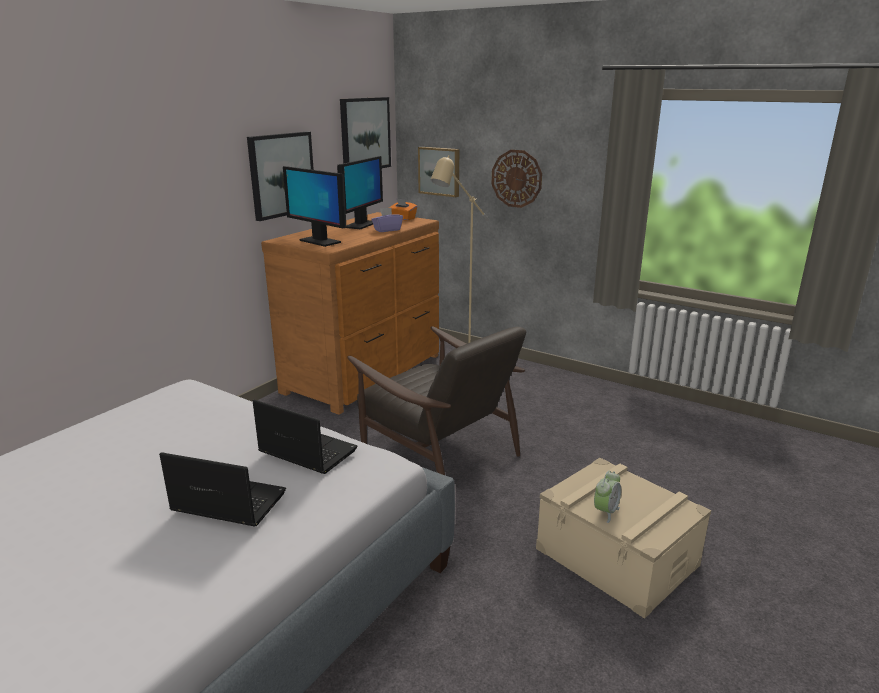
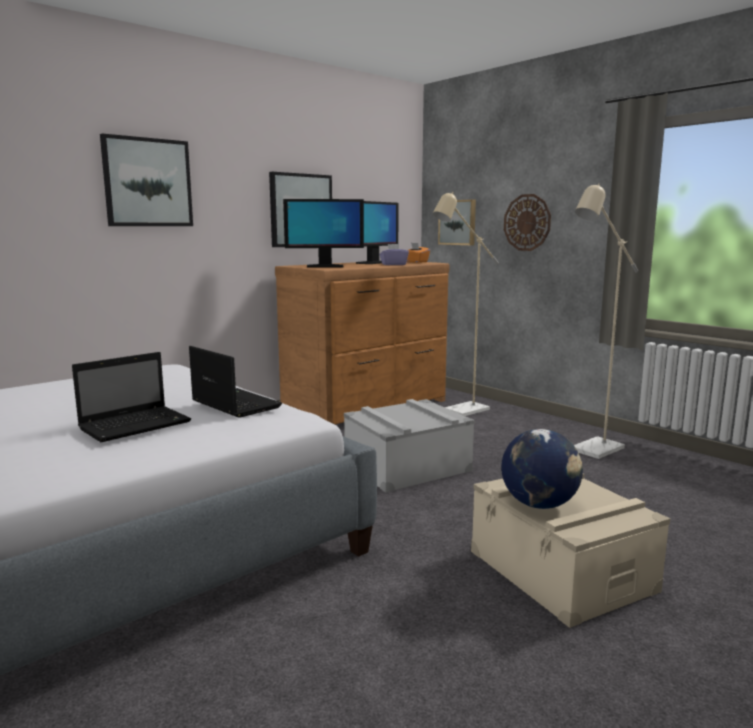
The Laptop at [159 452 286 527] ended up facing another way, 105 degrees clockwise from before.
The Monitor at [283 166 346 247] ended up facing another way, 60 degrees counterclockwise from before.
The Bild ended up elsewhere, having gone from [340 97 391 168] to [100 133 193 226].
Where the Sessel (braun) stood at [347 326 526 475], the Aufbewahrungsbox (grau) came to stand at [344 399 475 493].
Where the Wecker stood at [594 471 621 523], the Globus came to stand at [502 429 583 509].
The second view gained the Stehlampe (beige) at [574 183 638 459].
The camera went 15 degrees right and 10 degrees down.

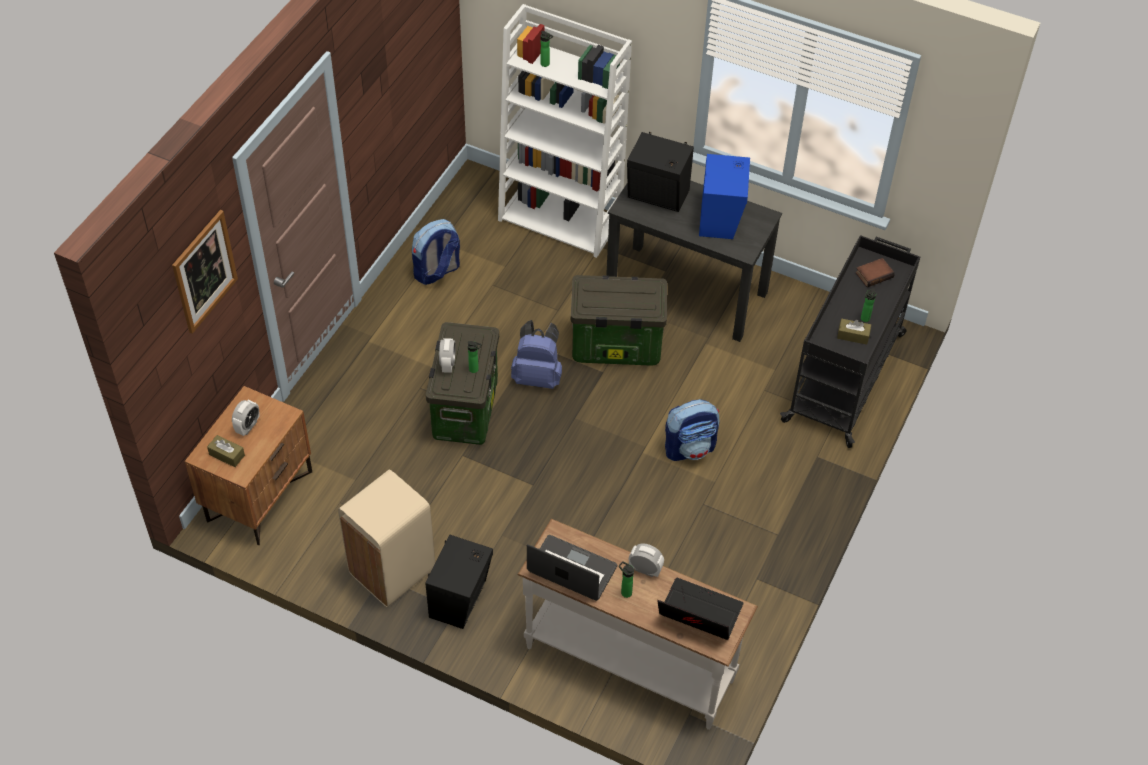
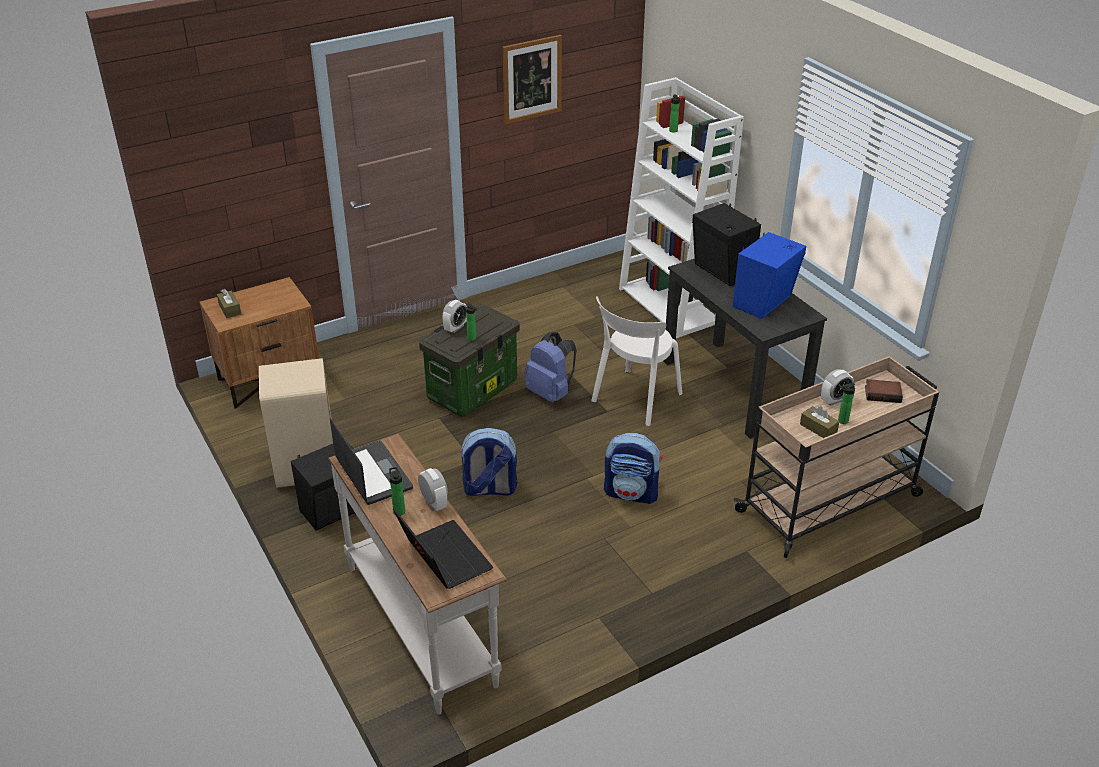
The Bild ended up elsewhere, having gone from [172 210 238 334] to [503 35 562 124].
The Wecker ended up elsewhere, having gone from [232 400 260 436] to [821 369 854 406].
The Rucksack ended up elsewhere, having gone from [412 219 460 285] to [459 428 517 496].
Where the Aufbewahrungsbox stood at [571 275 667 366], the Stuhl (weiß) came to stand at [591 296 682 426].
What was the Rollwagen (schwarz) at [780 235 920 448] turned into the Rollwagen (beige) at [734 356 939 558].
The camera went 35 degrees right and 15 degrees down.

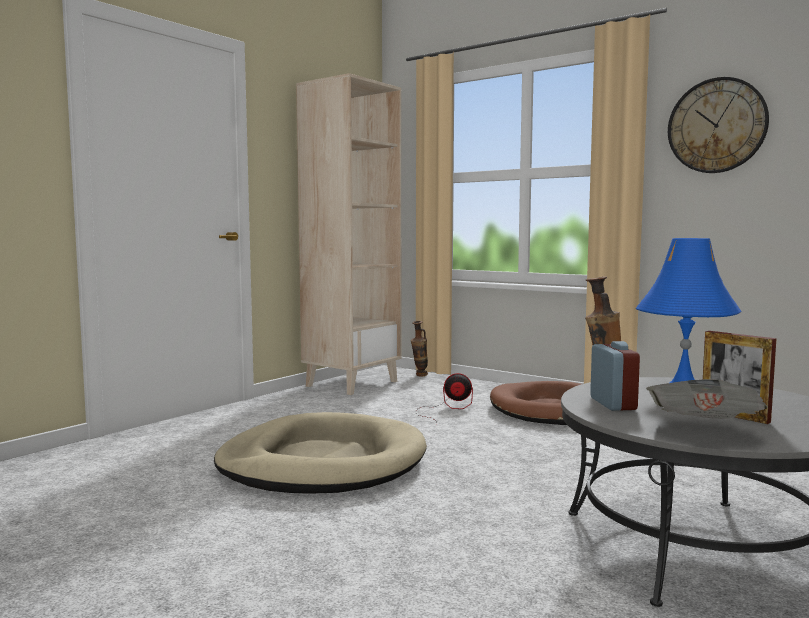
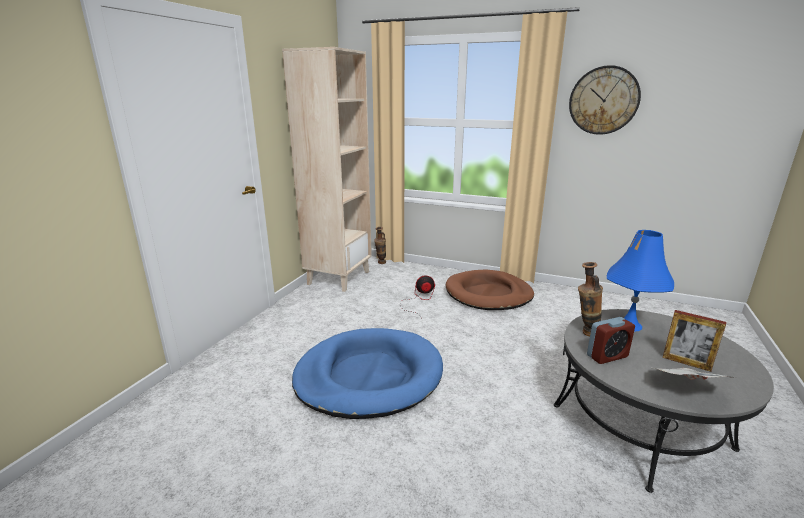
What was the Hundebett (beige) at [214 412 427 493] turned into the Hundebett (blau) at [292 328 443 419].
The Wecker at [590 341 640 411] ended up facing another way, 90 degrees clockwise from before.
The camera went 15 degrees left and 15 degrees up.

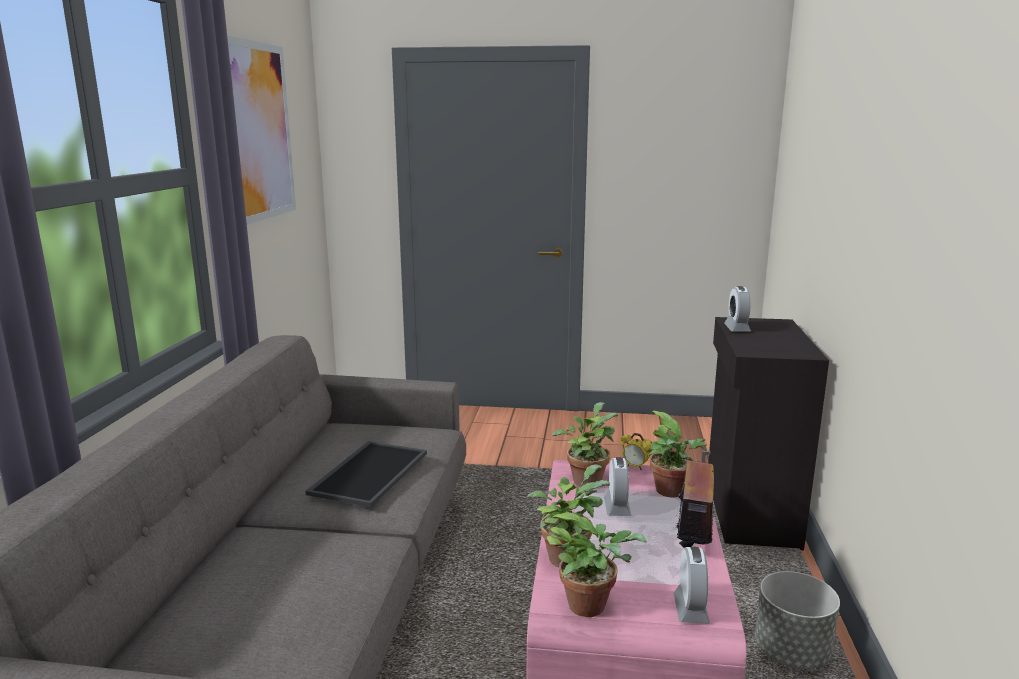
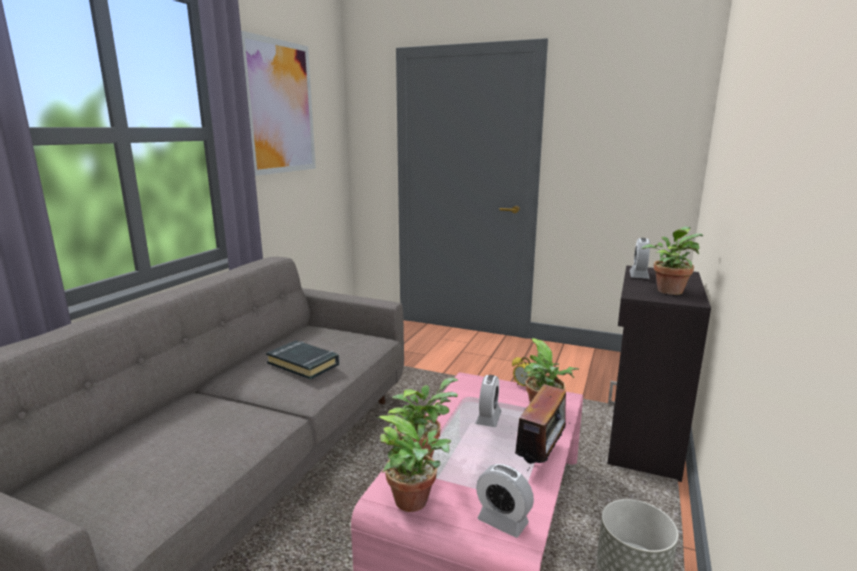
Where the Tablett stood at [305 441 427 507], the Buch (schwarz) came to stand at [266 340 339 380].
The Topfpflanze ended up elsewhere, having gone from [552 402 618 487] to [641 226 703 295].
The Wecker at [674 547 710 624] ended up facing another way, 105 degrees clockwise from before.
The camera went 15 degrees right and 0 degrees up.

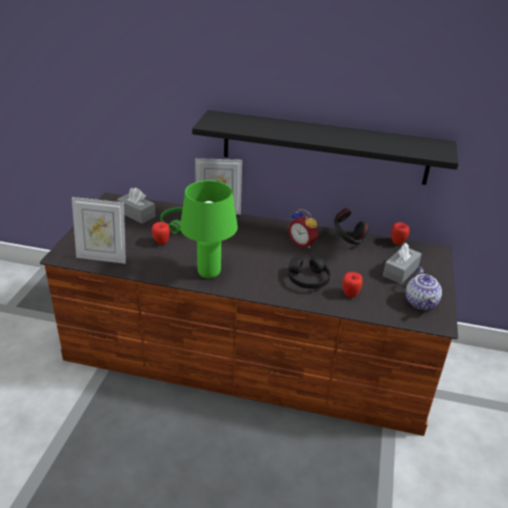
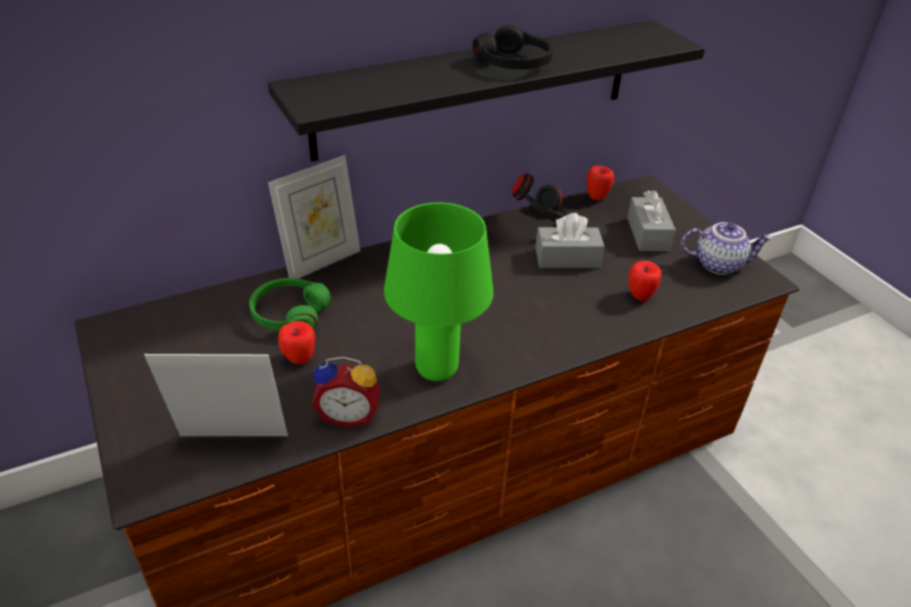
The Bilderrahmen at [72 197 126 264] ended up facing another way, 150 degrees counterclockwise from before.
The Taschentuchbox (grau) ended up elsewhere, having gone from [117 188 156 224] to [535 213 605 268].
The Wecker ended up elsewhere, having gone from [288 209 319 248] to [312 357 381 428].
The Kopfhörer (schwarz) ended up elsewhere, having gone from [289 257 330 289] to [473 25 553 69].
The Teekanne at [406 267 442 311] ended up facing another way, 45 degrees counterclockwise from before.
The camera went 40 degrees left and 5 degrees up.

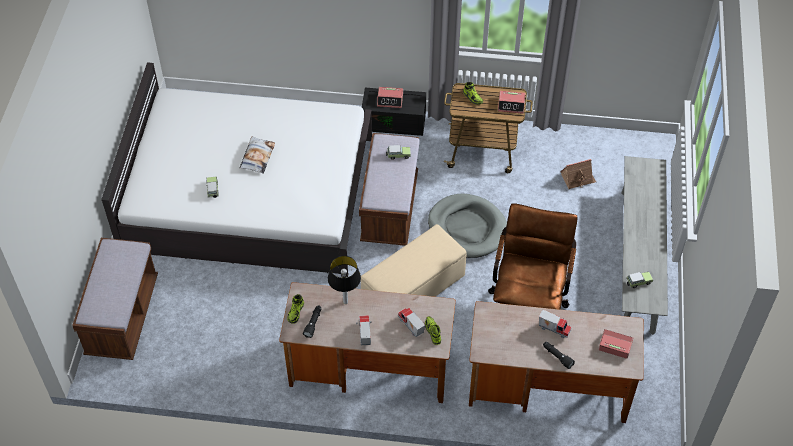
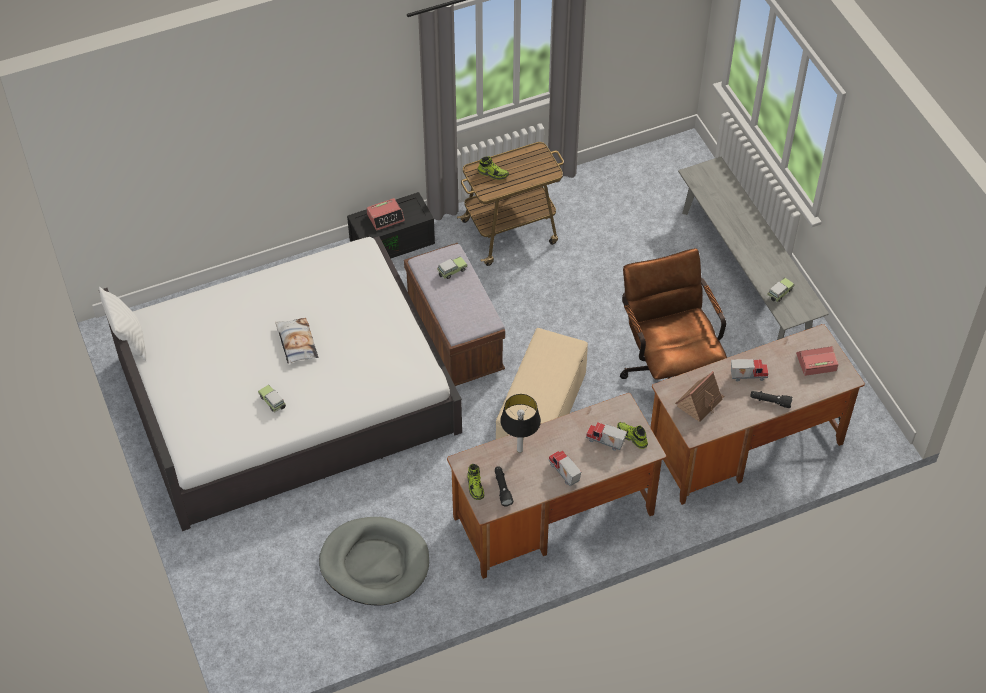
The second view lost the Bank (braun) at [72 238 158 360].
The Hundebett (grau) ended up elsewhere, having gone from [428 193 507 258] to [319 517 429 605].
The second view lost the Wecker at [498 91 525 114].
The Spielzeughaus ended up elsewhere, having gone from [560 159 596 189] to [675 371 724 422].
The second view gained the Kissen (weiß) at [99 286 146 361].
The camera went 30 degrees left and 0 degrees up.

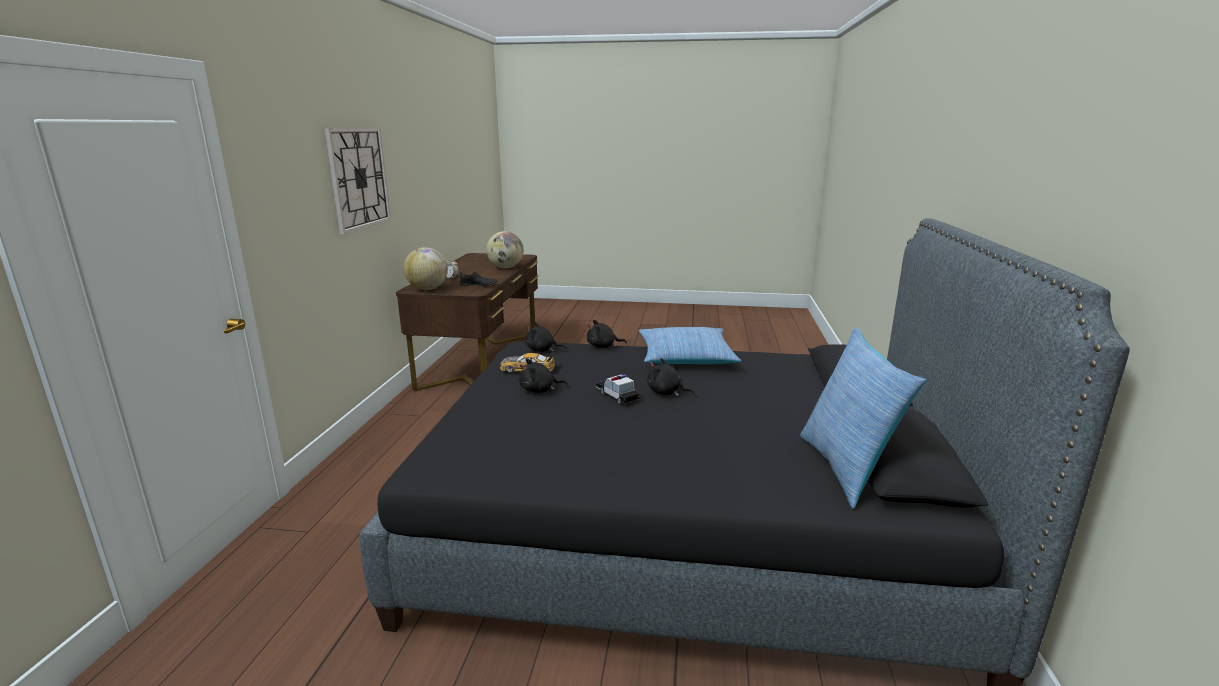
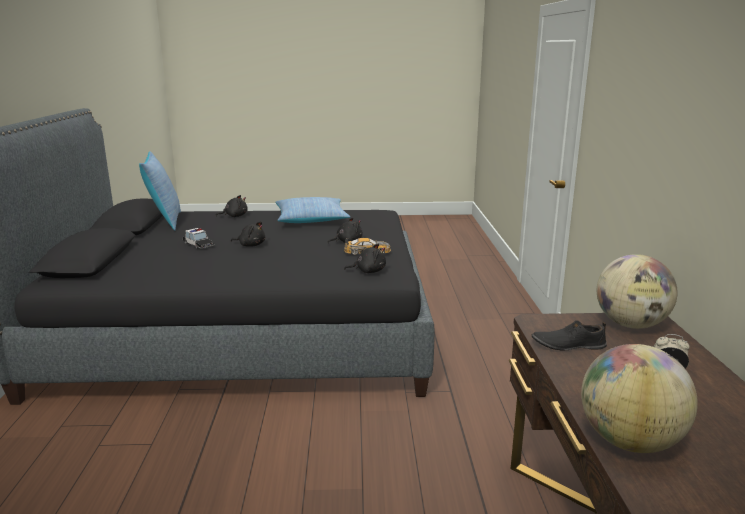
The second view lost the Wanduhr at [325 128 391 234].
The Plüschtier (schwarz) ended up elsewhere, having gone from [587 320 627 348] to [216 195 247 217].
The Spielzeugauto ended up elsewhere, having gone from [596 374 640 403] to [183 228 214 249].
The Kissen ended up elsewhere, having gone from [639 327 741 364] to [276 197 350 223].
The camera went 170 degrees right and 0 degrees up.

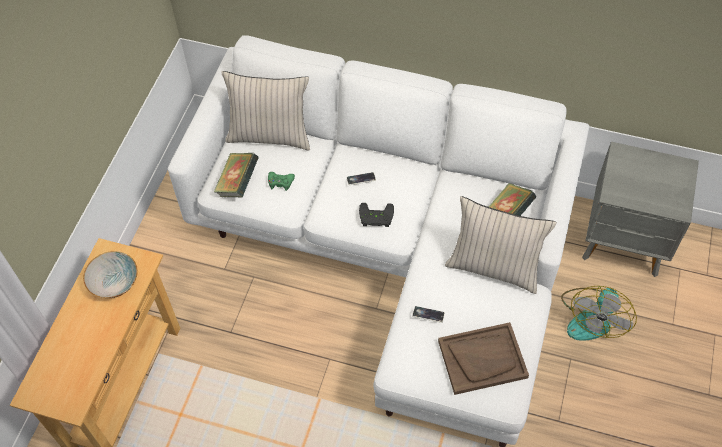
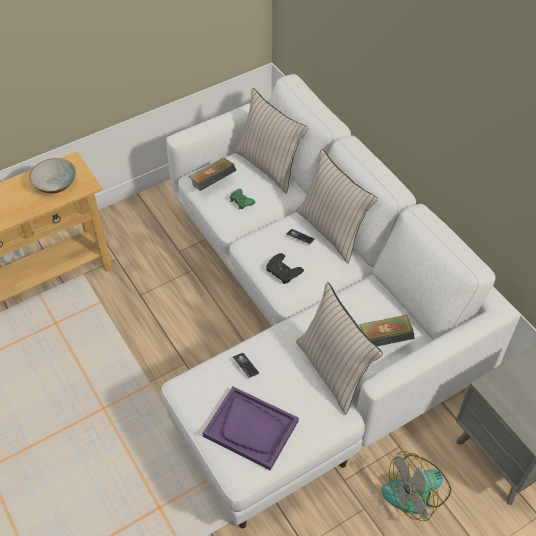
What was the Tablett (braun) at [438 322 529 395] turned into the Tablett (lila) at [203 386 299 471].
The second view gained the Kissen (beige) at [296 148 378 264].
The camera went 40 degrees right and 5 degrees down.

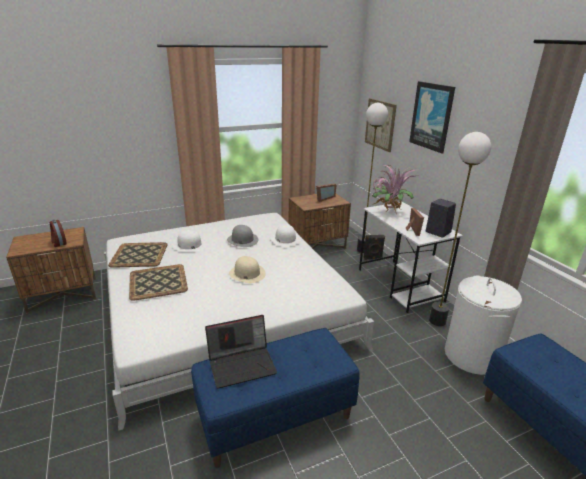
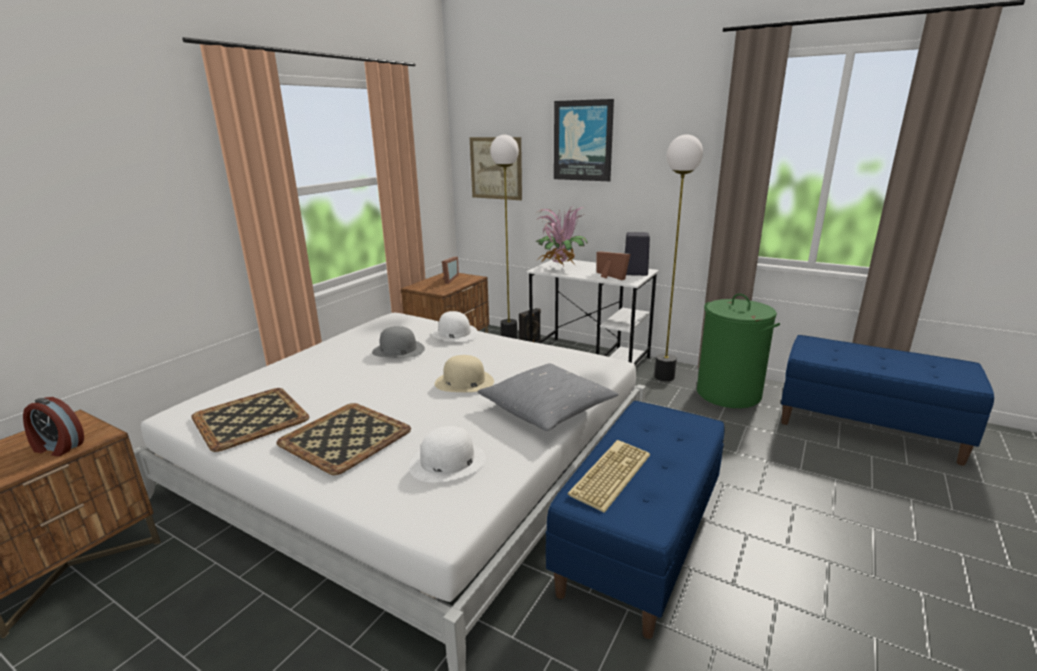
The Hut (weiß) ended up elsewhere, having gone from [173 230 207 252] to [409 426 486 482].
Where the Laptop stood at [205 315 277 389], the Tastatur came to stand at [568 440 650 513].
What was the Wäschekorb (weiß) at [445 276 522 375] turned into the Wäschekorb (grün) at [697 293 780 408].
The second view gained the Kissen (grau) at [477 363 619 431].
The camera went 35 degrees left and 5 degrees down.

